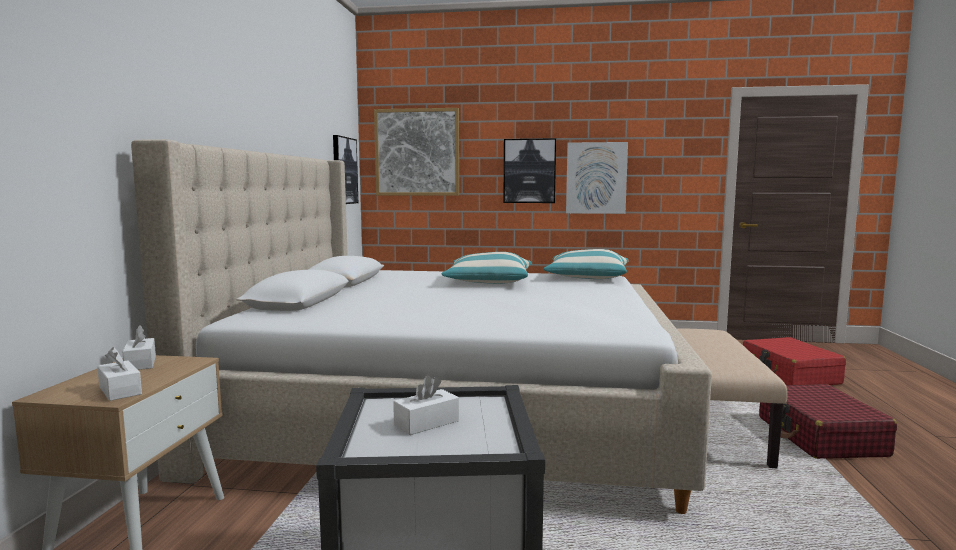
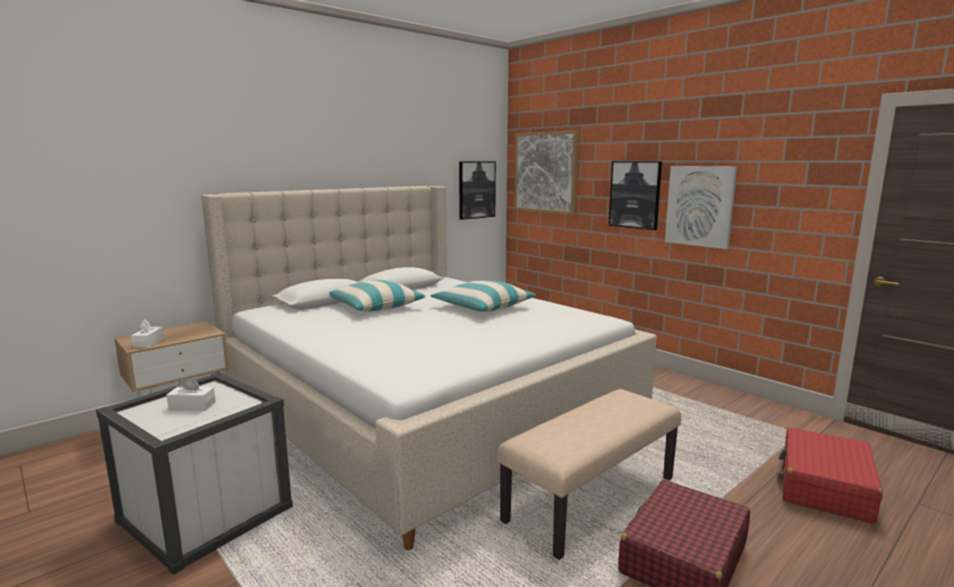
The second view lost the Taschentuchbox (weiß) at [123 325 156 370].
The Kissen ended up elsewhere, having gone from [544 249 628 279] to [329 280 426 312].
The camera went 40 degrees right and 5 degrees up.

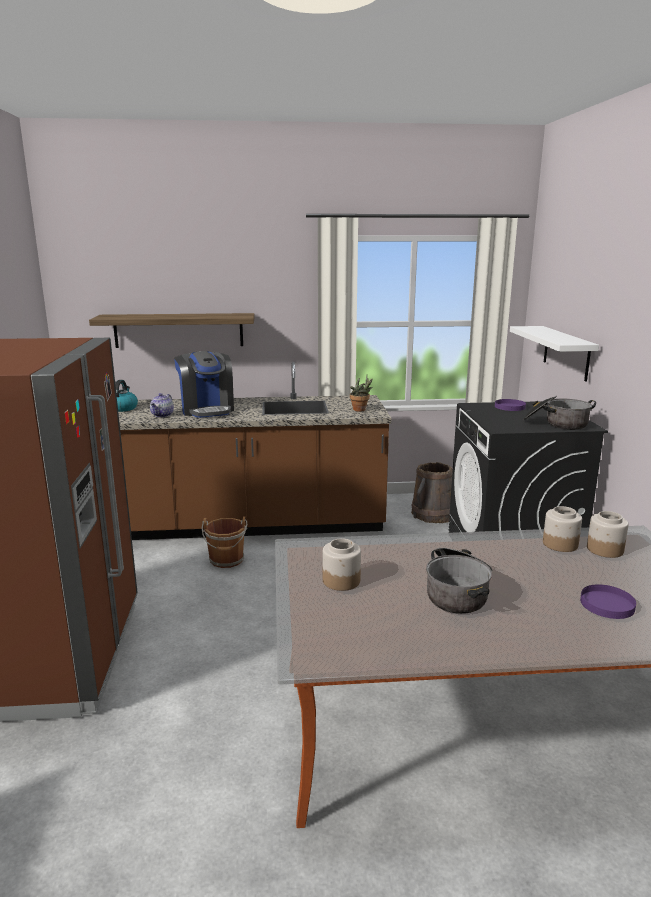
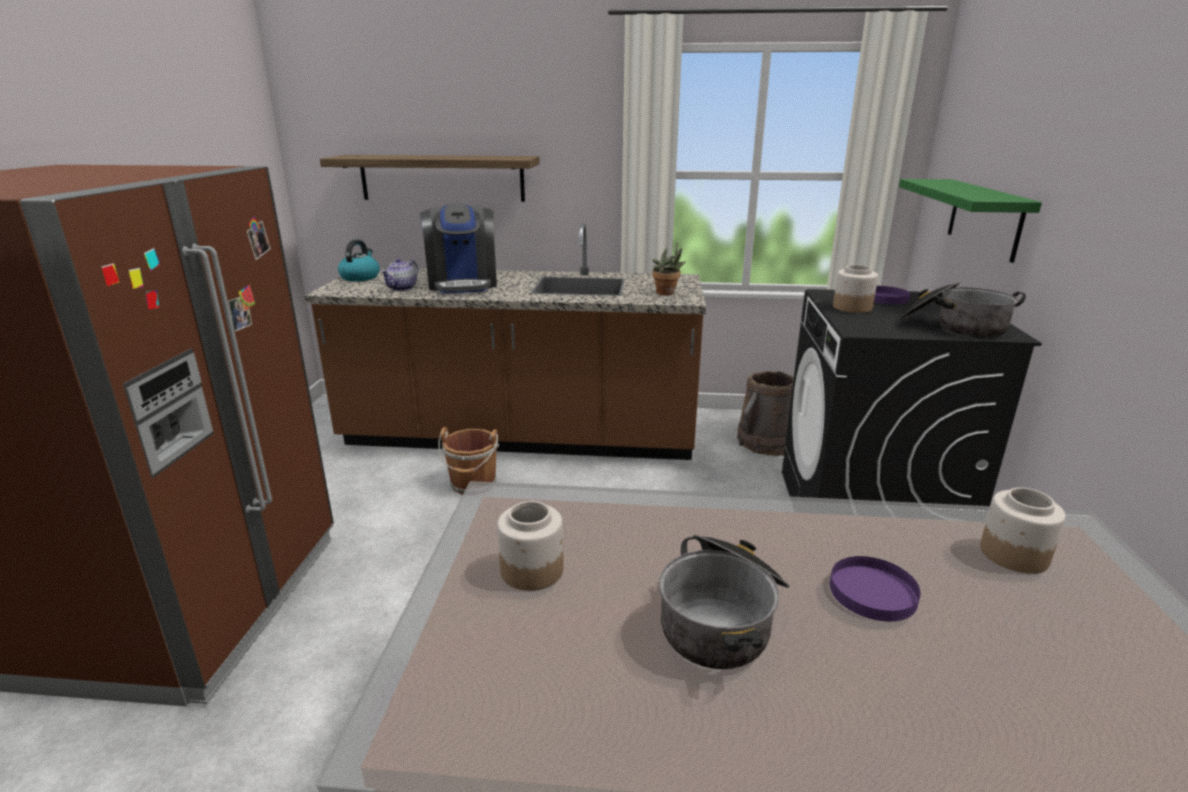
What was the Wandregal (weiß) at [510 326 599 382] turned into the Wandregal (grün) at [899 179 1042 263].
The Vorratsglas ended up elsewhere, having gone from [543 506 582 552] to [833 265 878 313].
The Teller (lila) ended up elsewhere, having gone from [580 584 636 619] to [830 556 921 621].
The camera went 10 degrees right and 5 degrees up.

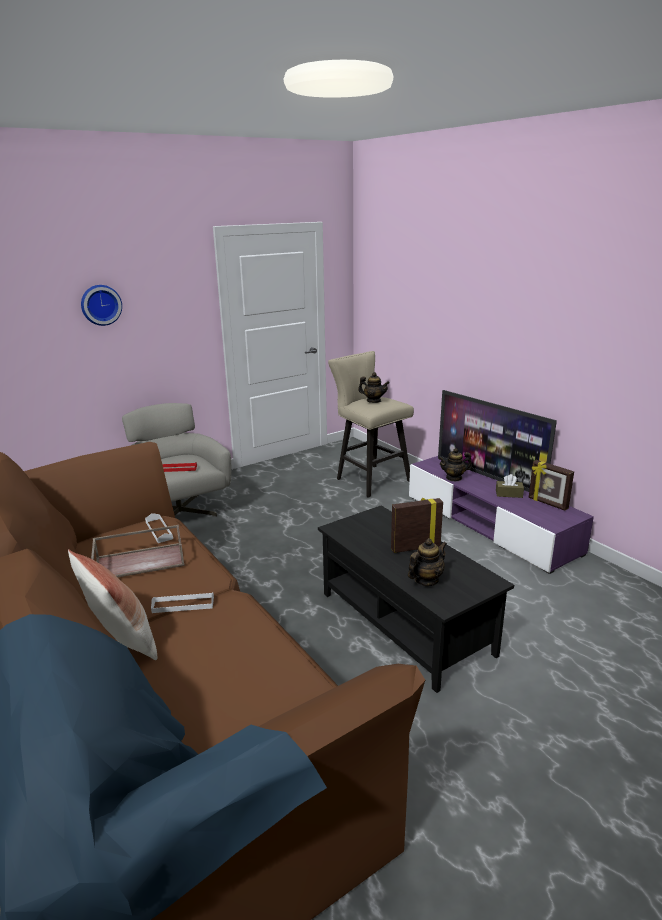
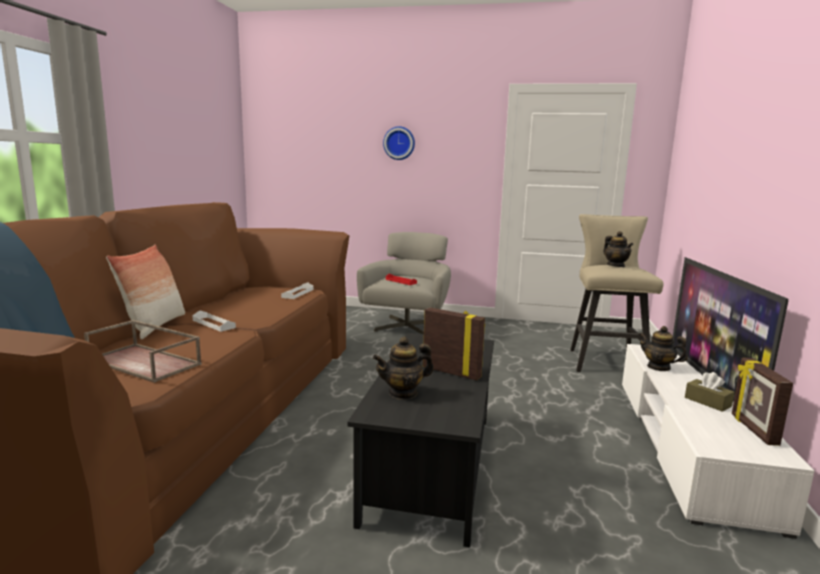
The Tablett (braun) ended up elsewhere, having gone from [91 525 185 578] to [84 320 202 383].
The Teekanne at [408 538 447 586] ended up facing another way, 150 degrees clockwise from before.
What was the Fernsehschrank (lila) at [409 456 594 574] turned into the Fernsehschrank (weiß) at [622 344 814 539].
The camera went 45 degrees right and 10 degrees down.

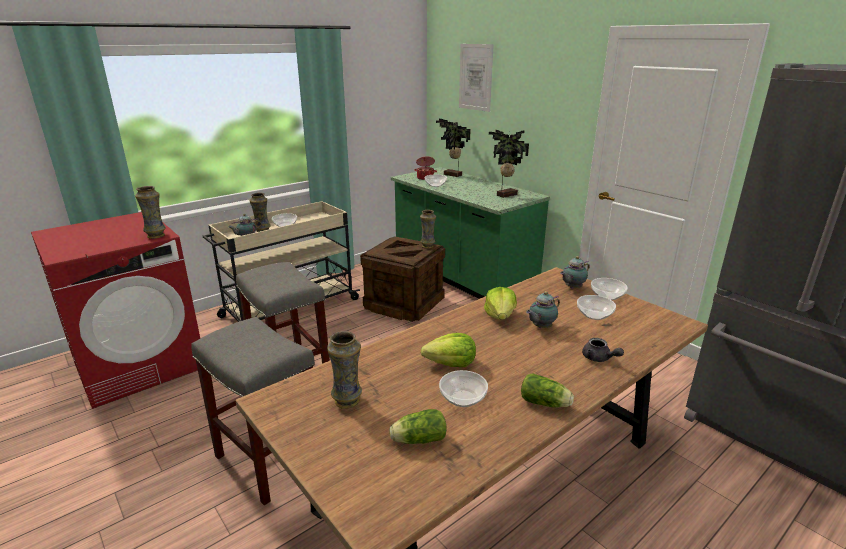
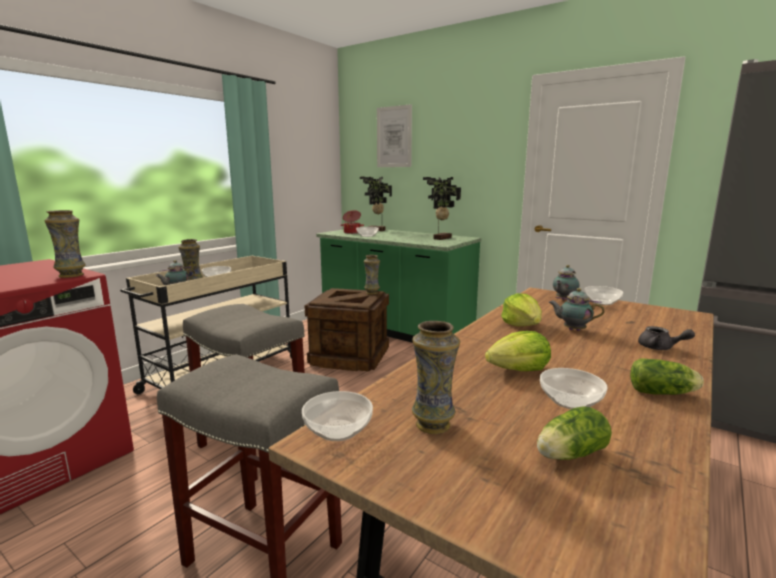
The Teekanne at [526 291 560 328] ended up facing another way, 75 degrees clockwise from before.
The Schüssel ended up elsewhere, having gone from [577 295 616 320] to [302 391 373 441].
The camera went 15 degrees left and 10 degrees down.

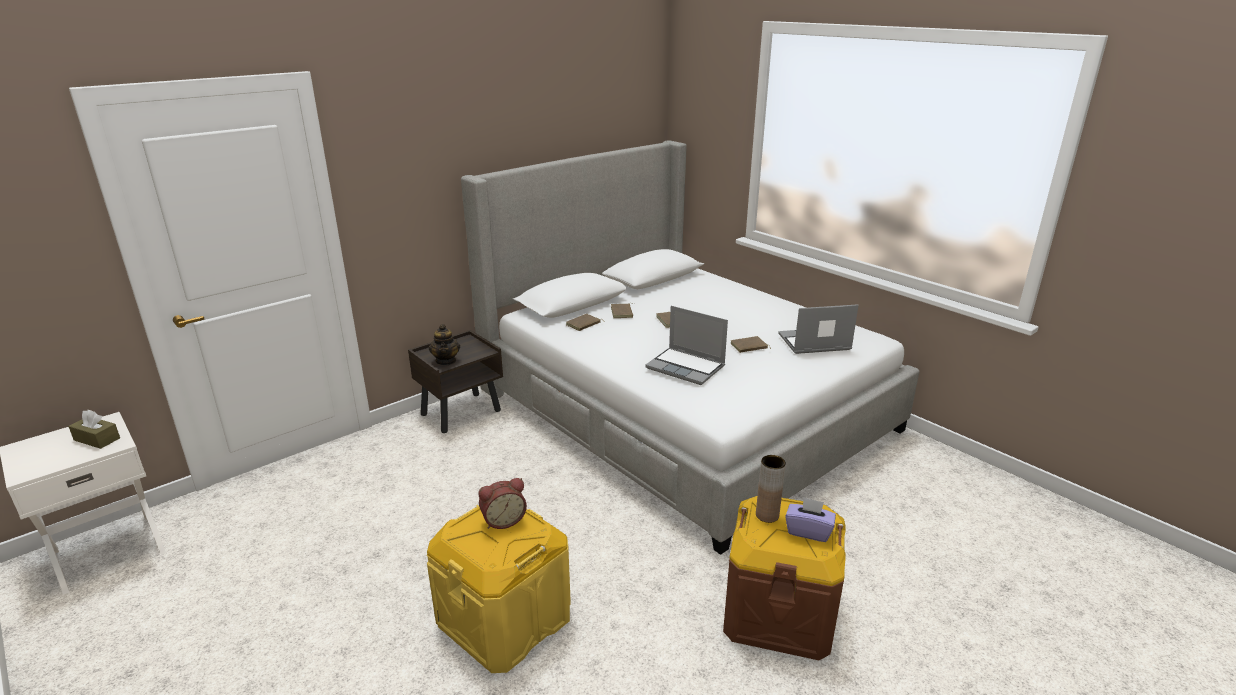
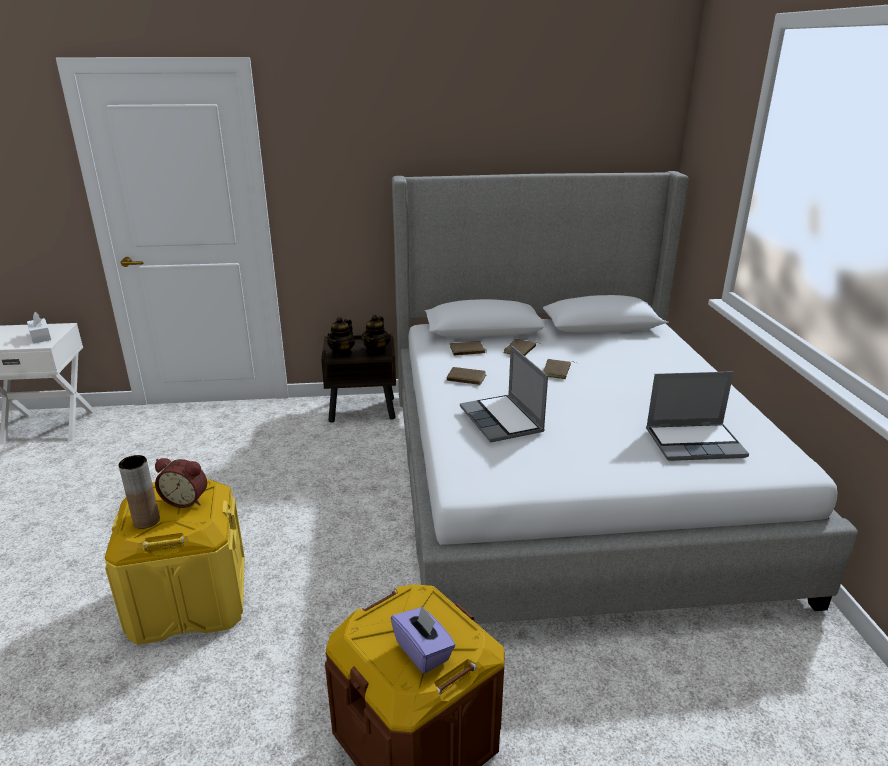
What was the Taschentuchbox (braun) at [68 410 120 449] turned into the Taschentuchbox (weiß) at [27 312 51 343].
The Buch (braun) ended up elsewhere, having gone from [730 336 771 353] to [447 367 486 385].
The Vase (braun) ended up elsewhere, having gone from [756 455 786 523] to [119 455 160 529].
The Laptop at [778 304 859 354] ended up facing another way, 150 degrees clockwise from before.
The second view gained the Teekanne at [361 315 390 356].
The camera went 35 degrees right and 0 degrees up.

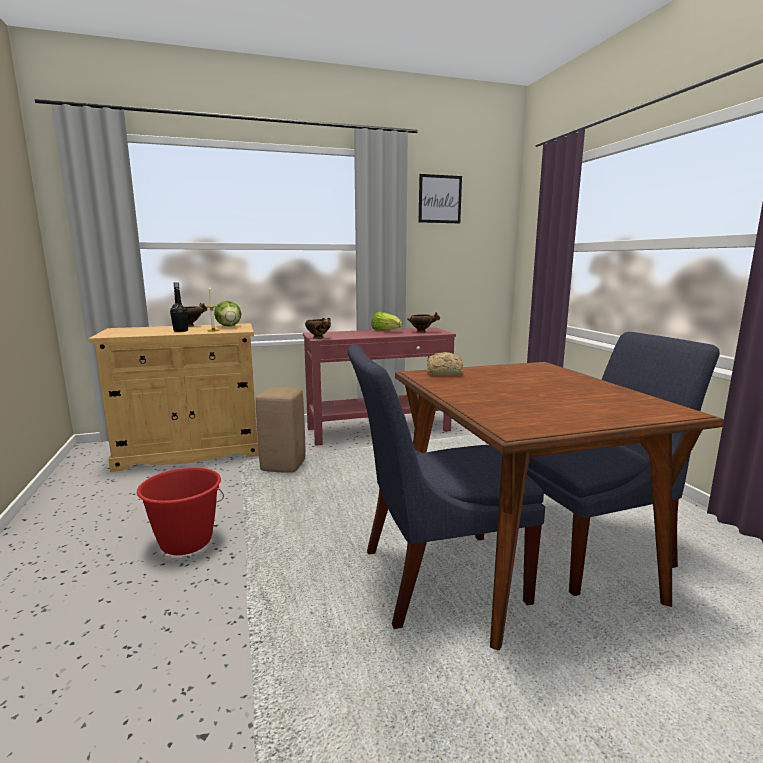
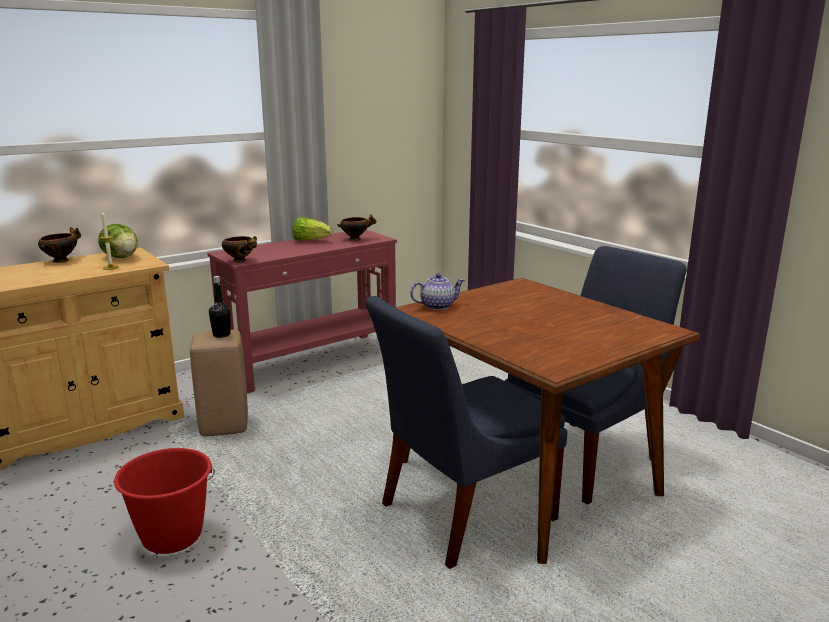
The Flasche (schwarz) ended up elsewhere, having gone from [170 283 188 332] to [209 276 231 338].
The second view lost the Bild at [419 174 462 223].
Where the Brot stood at [427 352 463 376], the Teekanne came to stand at [410 273 465 310].
The camera went 20 degrees left and 5 degrees up.

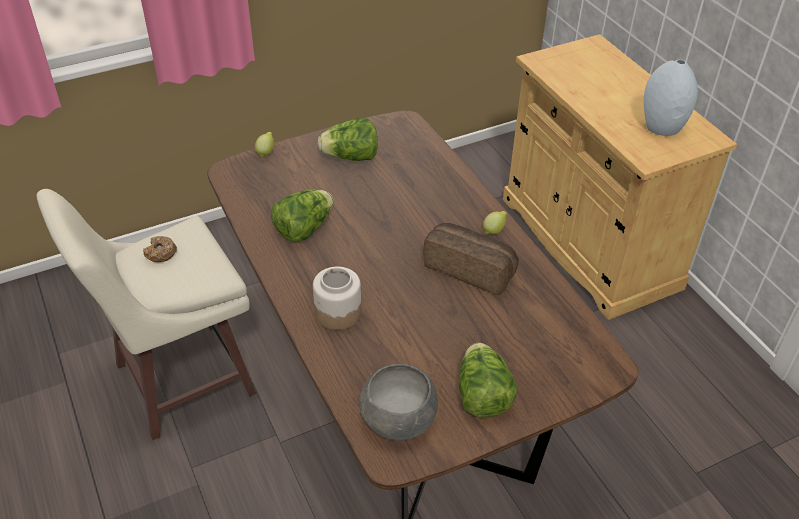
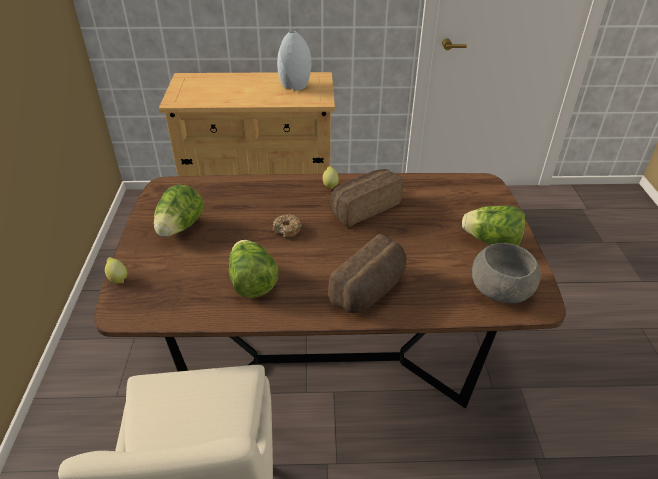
The Donut ended up elsewhere, having gone from [143 236 177 262] to [273 214 302 238].
Where the Vorratsglas stood at [313 267 361 330], the Brot came to stand at [329 234 407 313].
The camera went 65 degrees left and 5 degrees down.

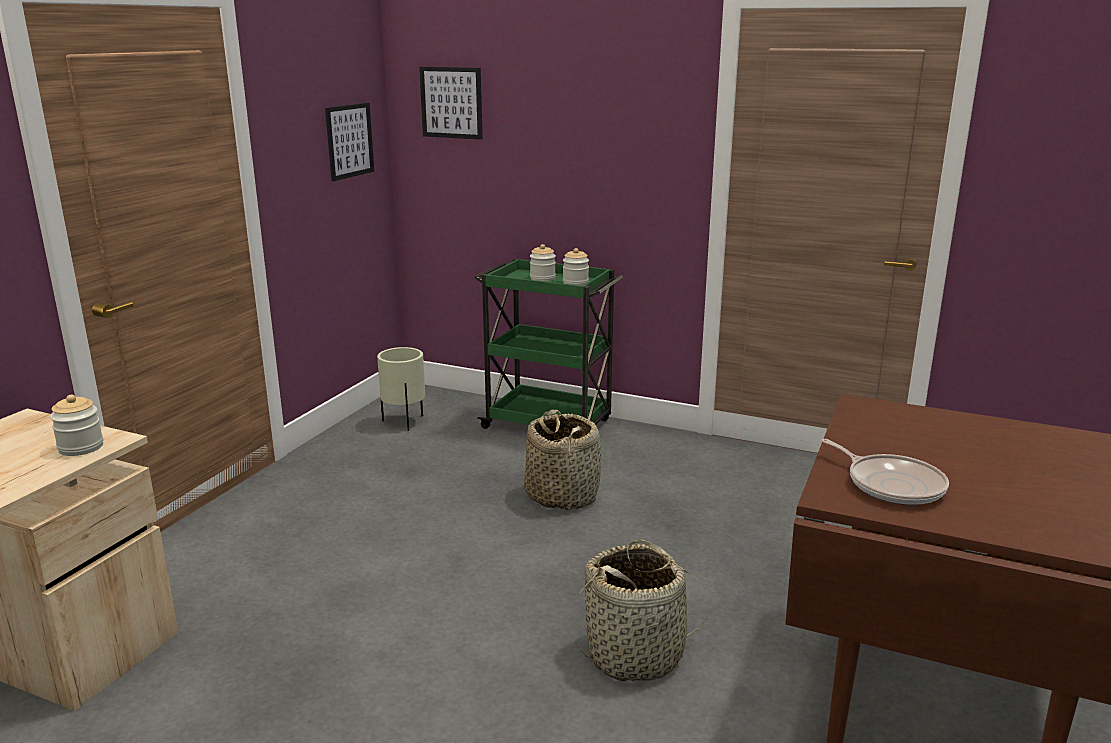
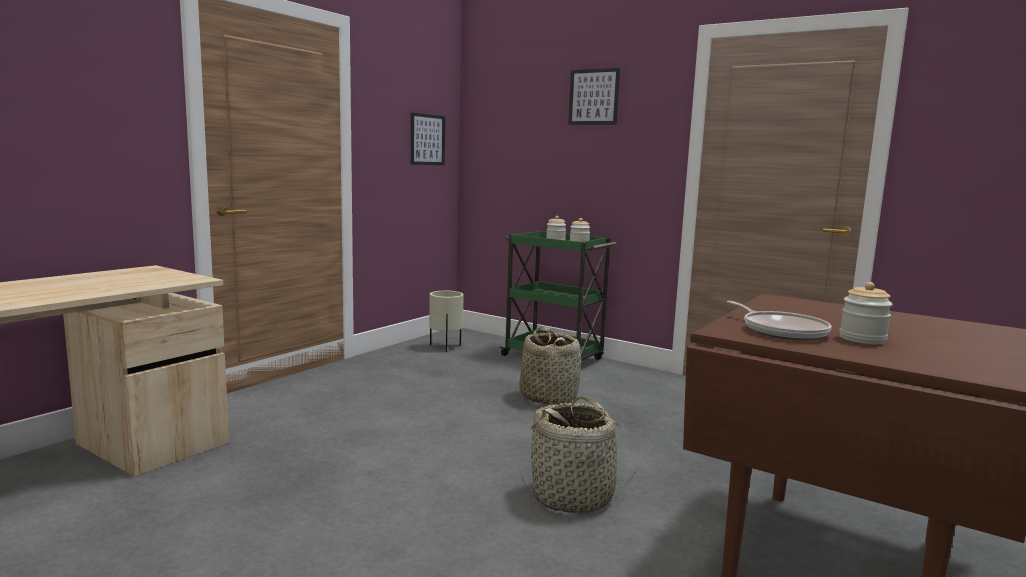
The Vorratsglas ended up elsewhere, having gone from [50 395 103 456] to [839 282 893 344].
The Bild ended up elsewhere, having gone from [419 67 483 140] to [568 68 620 125].
The camera went 10 degrees right and 10 degrees down.

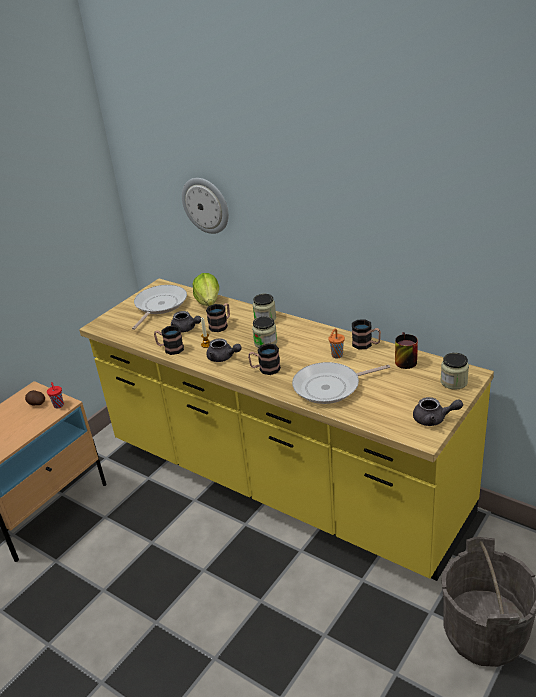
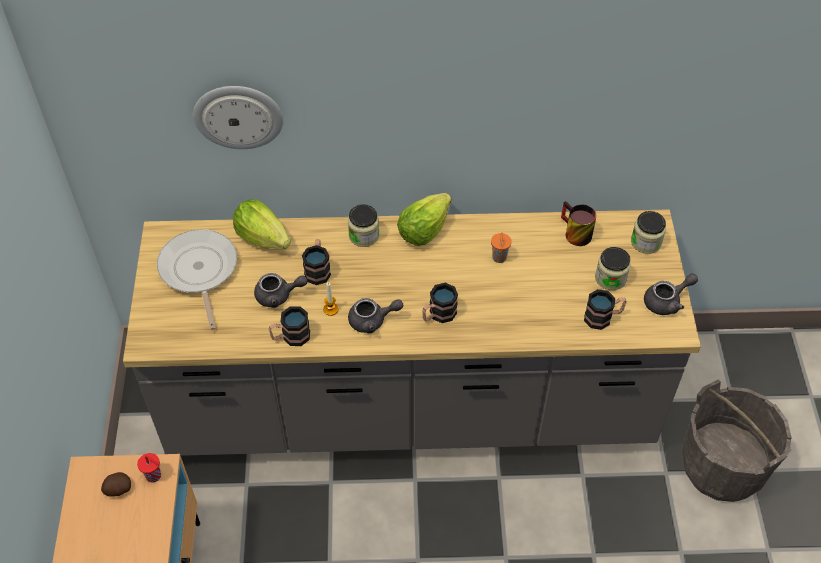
What was the Küchenzeile (gelb) at [79 279 494 581] turned into the Küchenzeile (grau) at [123 209 701 456].
The Vorratsglas ended up elsewhere, having gone from [252 317 277 348] to [595 247 631 290].
The second view lost the Pfanne at [292 362 390 404].
The Henkelbecher ended up elsewhere, having gone from [352 319 381 350] to [584 289 627 330].
The second view gained the Salatkopf at [397 193 452 246].
The camera went 40 degrees left and 20 degrees up.

